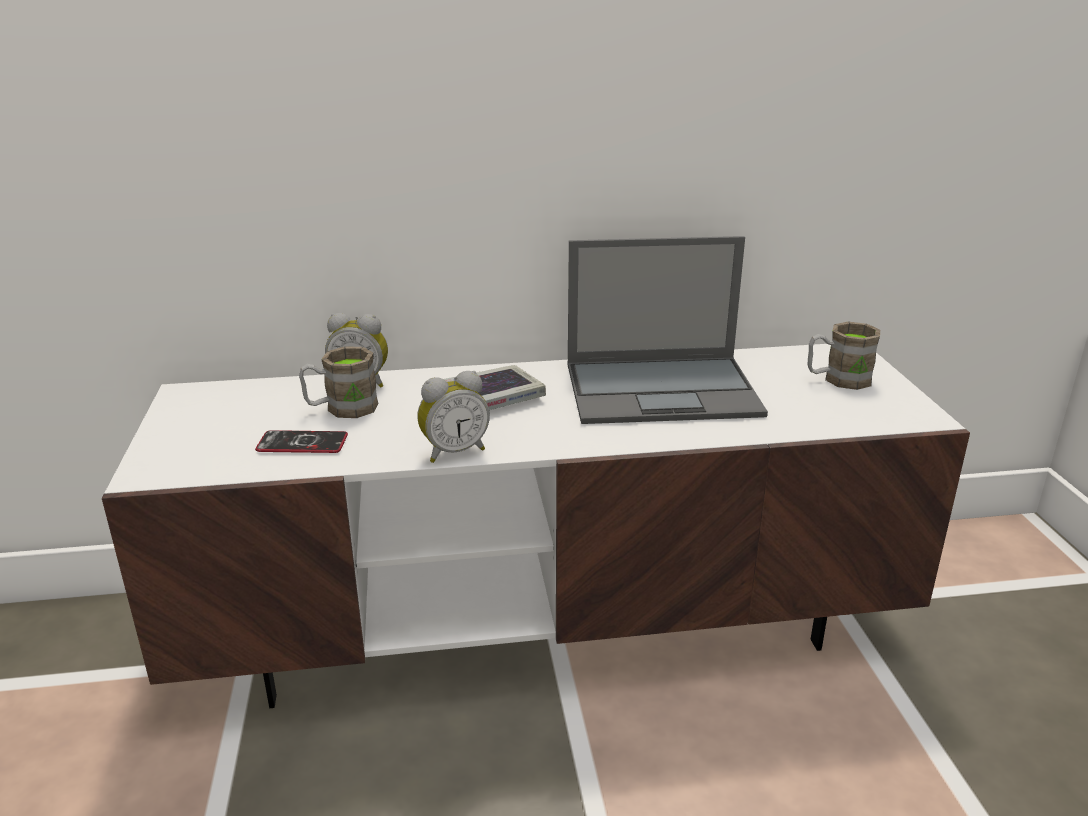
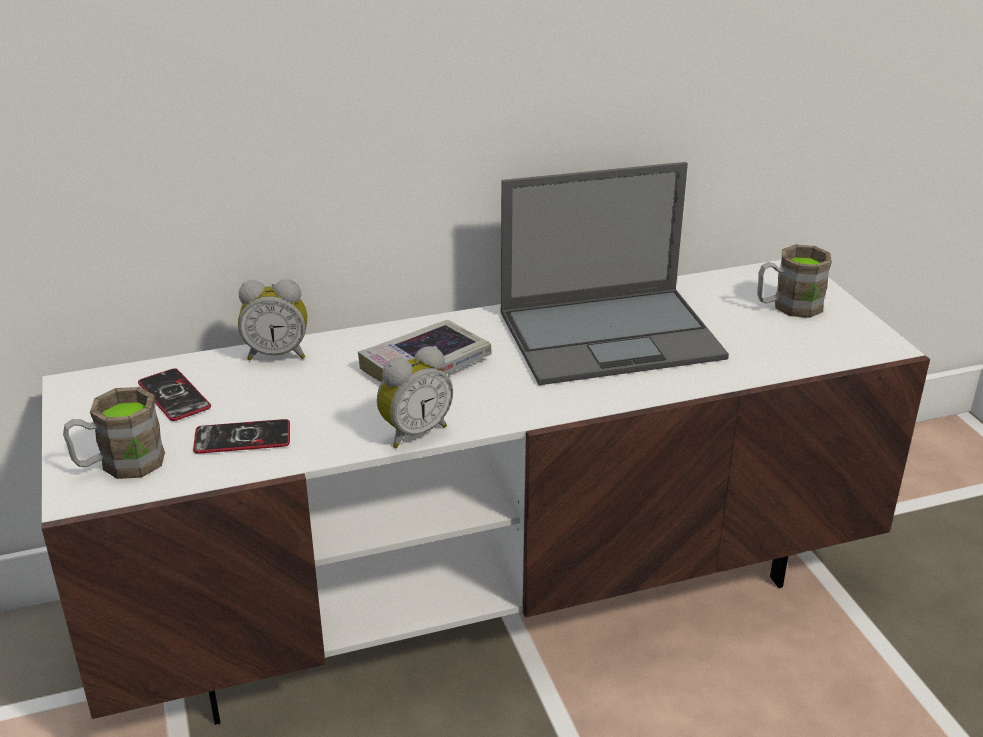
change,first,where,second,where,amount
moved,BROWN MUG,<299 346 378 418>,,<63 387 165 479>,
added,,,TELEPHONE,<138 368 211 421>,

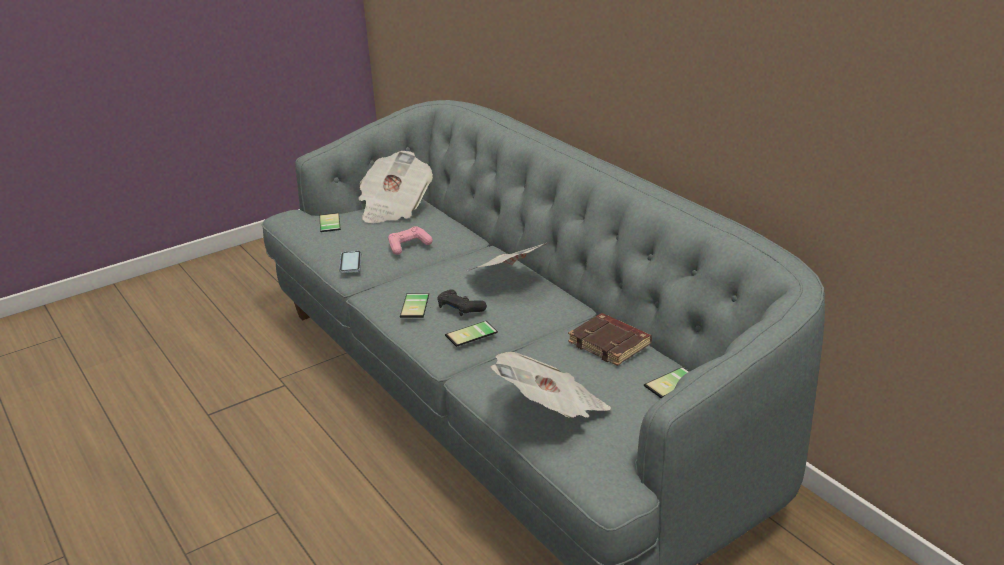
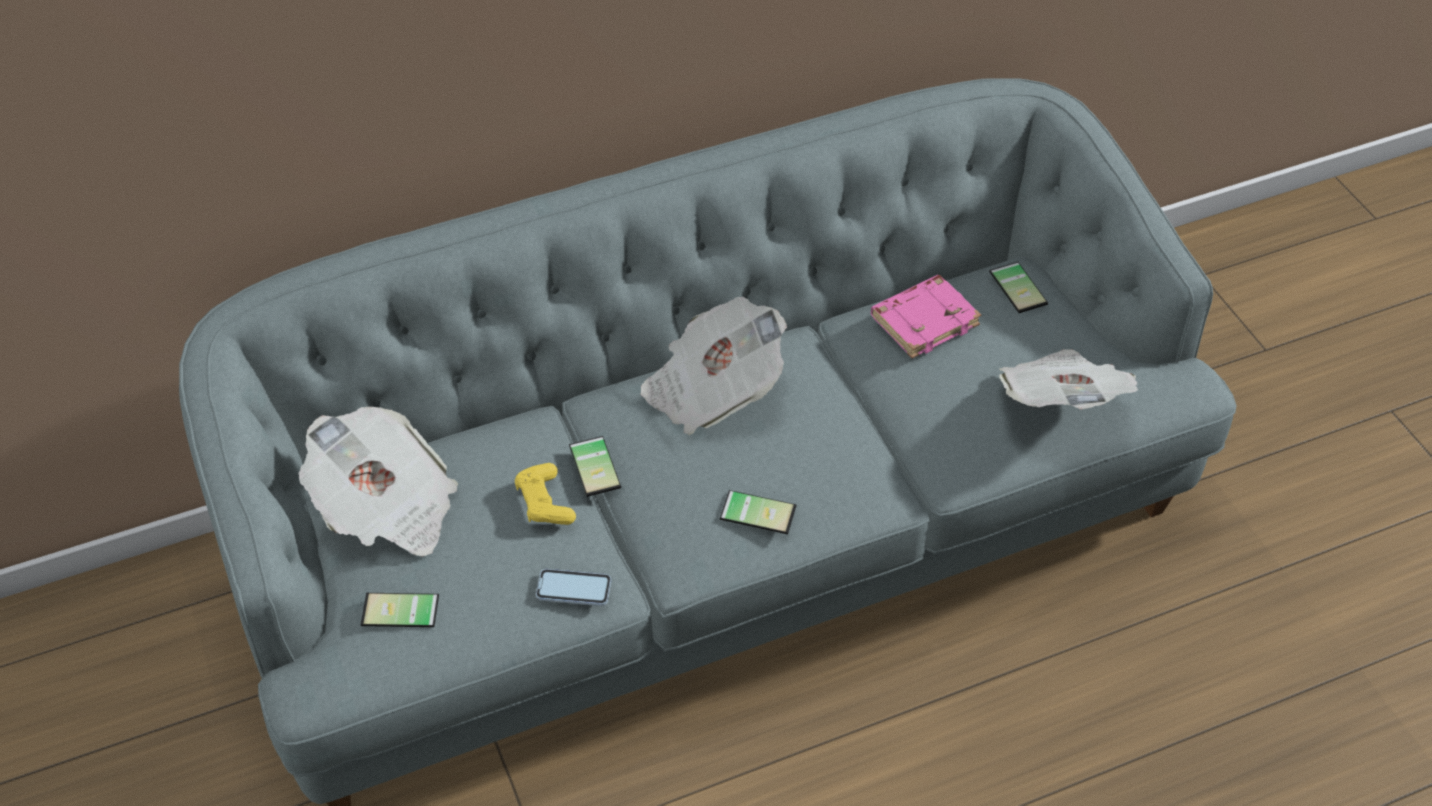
change,first,where,second,where,amount
recoloured,PINK-COLOURED GAMEPAD,<388 226 433 255>,YELLOW-COLOURED GAMEPAD,<515 463 576 525>,
removed,BLACK GAMEPAD,<437 289 487 316>,,,
recoloured,BROWN BOUND BOOK,<568 313 652 366>,PINK-COLOURED BOUND BOOK,<871 275 981 358>,
moved,TELEPHONE,<445 321 498 347>,,<569 436 621 497>,

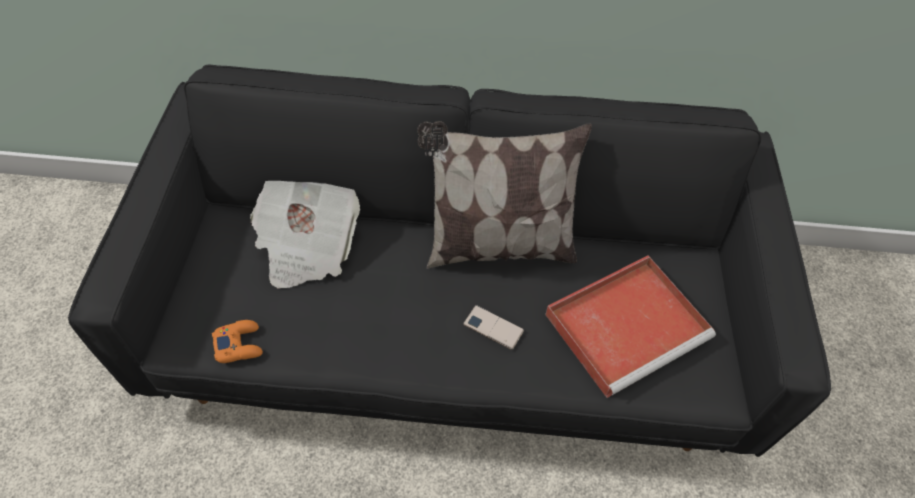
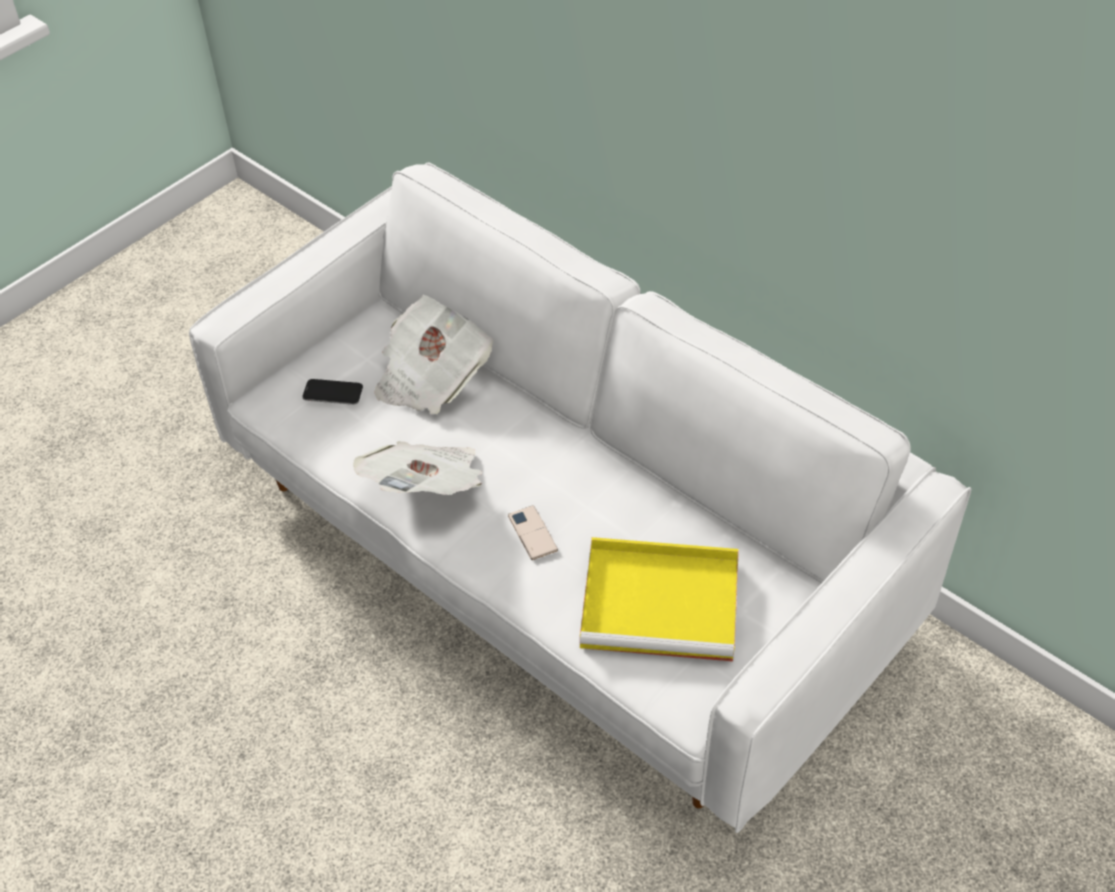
change,first,where,second,where,amount
recoloured,BLACK COUCH,<68 65 831 457>,WHITE COUCH,<189 162 971 833>,
removed,THROW PILLOW,<417 121 592 269>,,,
recoloured,REDDISH SERVING TRAY,<545 255 716 398>,YELLOW-COLOURED SERVING TRAY,<580 537 739 662>,
removed,ORANGE-COLOURED GAMEPAD,<212 320 263 363>,,,
added,,,TELEPHONE,<302 379 363 405>,
added,,,NEWSPAPER,<353 441 482 495>,

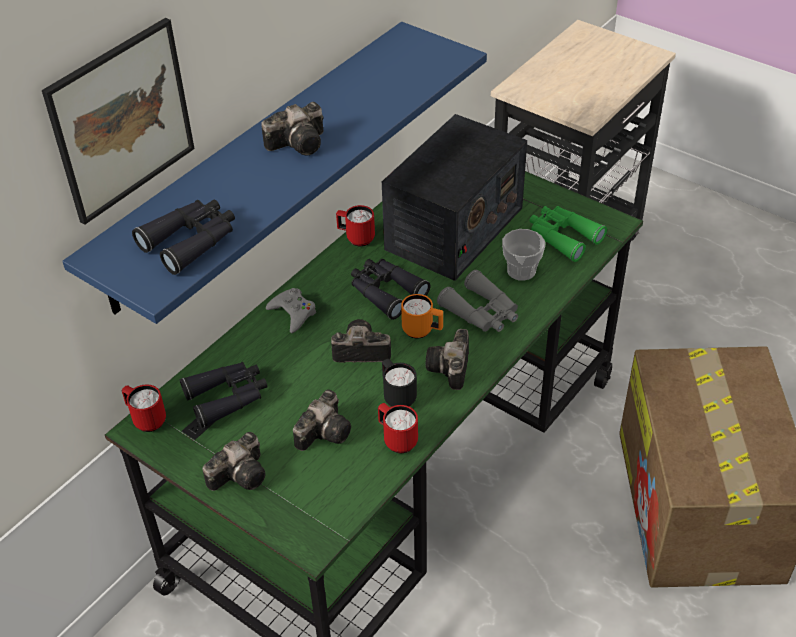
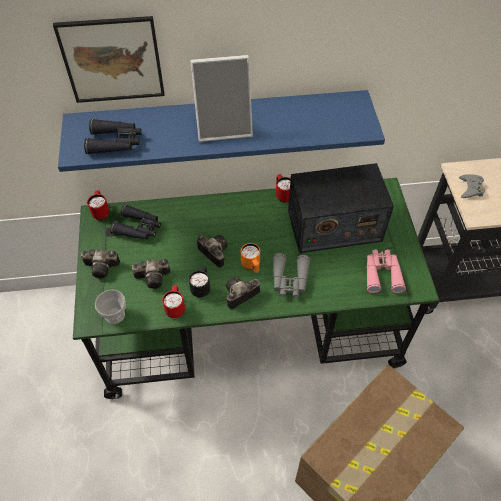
change,first,where,second,where,amount
replaced,STILL CAMERA,<261 102 323 155>,PHOTO FRAME,<190 55 253 142>,
recoloured,GREEN-COLOURED PAIR OF BINOCULARS,<529 206 607 262>,PINK-COLOURED PAIR OF BINOCULARS,<367 249 406 293>,
moved,DRINKING CUP,<502 229 545 281>,,<95 290 126 324>,
removed,BLACK PAIR OF BINOCULARS,<351 259 431 320>,,,
moved,GREYISH GAMEPAD,<266 288 316 333>,,<459 174 485 198>,

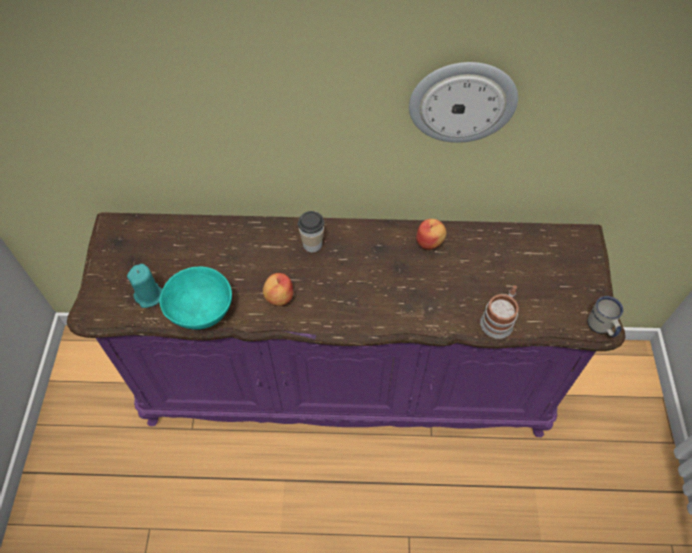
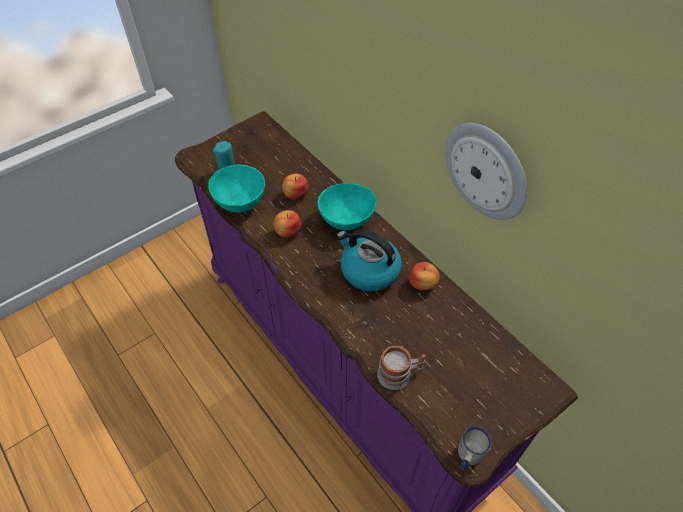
change,first,where,second,where,amount
replaced,DRINKING CUP,<298 211 324 252>,TURQUOISE-COLOURED SERVING BOWL,<318 183 376 230>,
added,,,WHOLE APPLE,<282 174 309 200>,
added,,,TEA KETTLE,<337 229 402 292>,

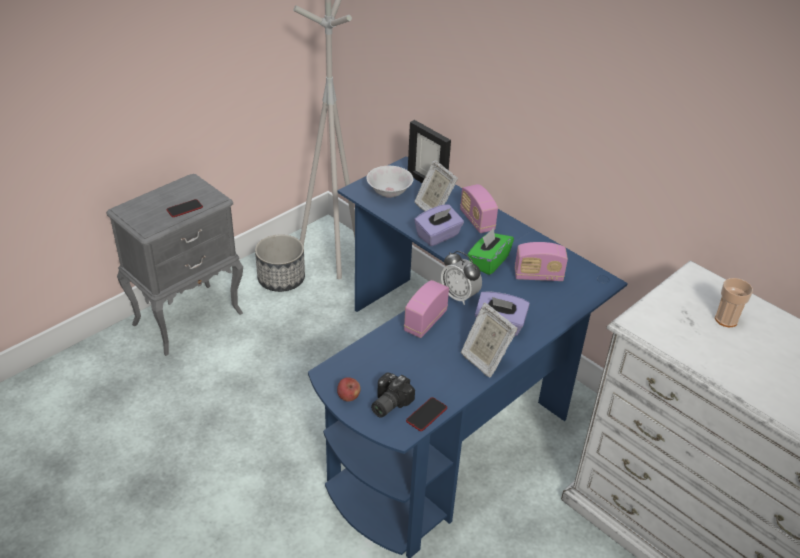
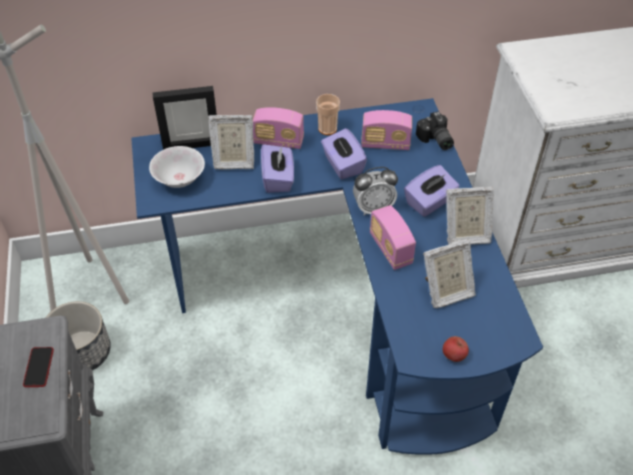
change,first,where,second,where,amount
recoloured,GREEN-COLOURED BOX OF TISSUES,<468 228 514 275>,PURPLISH BOX OF TISSUES,<321 128 367 180>,
turned,RADIO SET,<515 242 568 281>,,<361 110 412 150>,60 degrees clockwise
moved,DRINKING CUP,<715 278 753 327>,,<316 94 340 135>,
moved,STILL CAMERA,<371 373 415 418>,,<416 112 454 150>,
removed,TELEPHONE,<406 397 447 431>,,,
added,,,PHOTO FRAME,<423 239 476 308>,

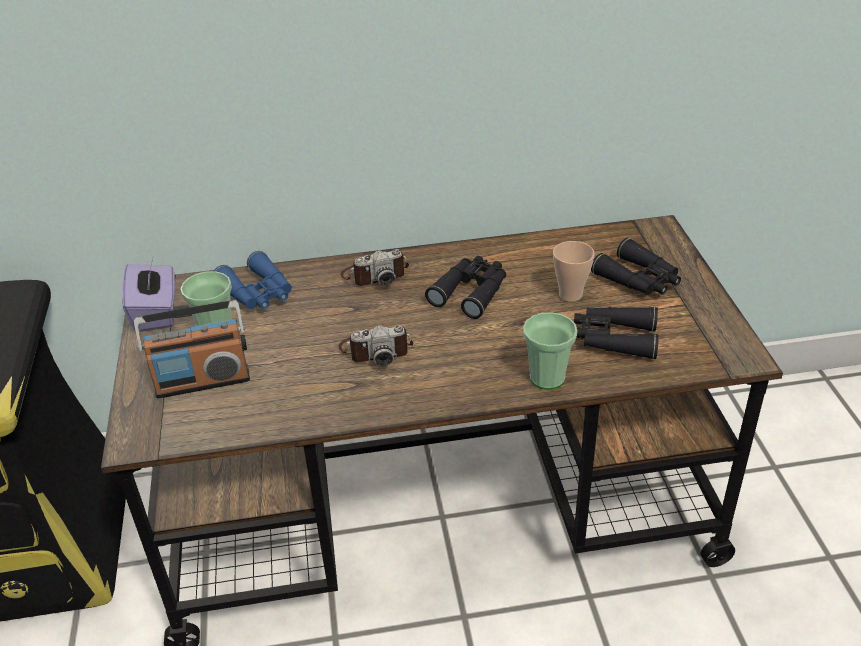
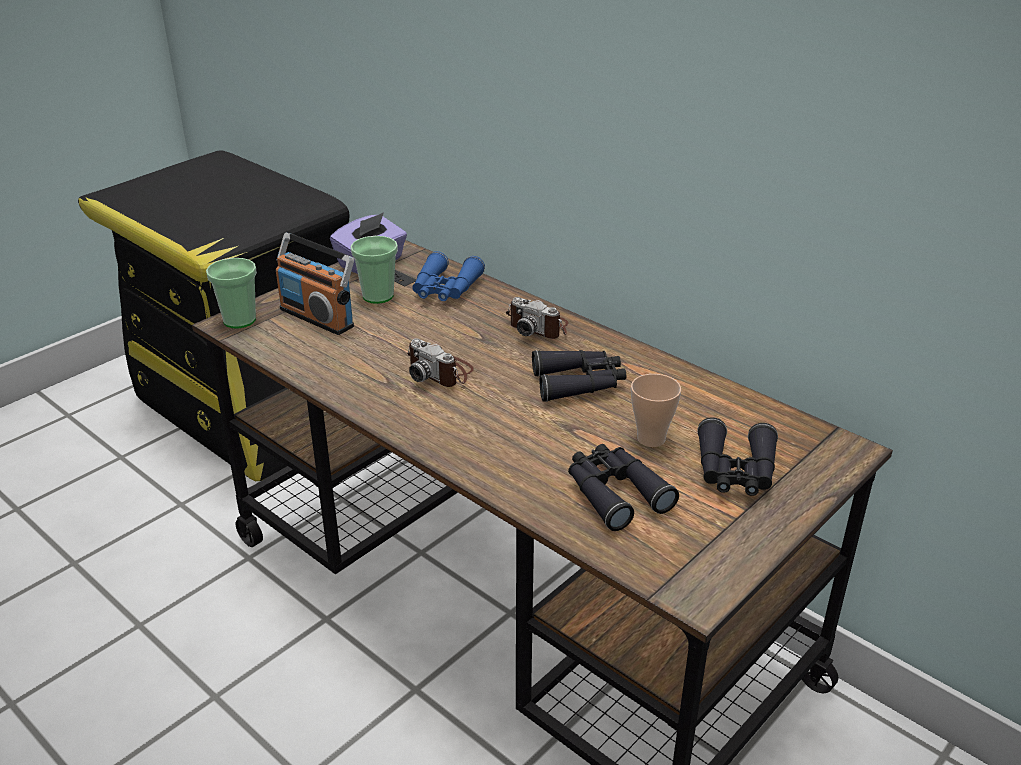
change,first,where,second,where,amount
moved,DRINKING CUP,<523 312 577 390>,,<206 258 257 328>,

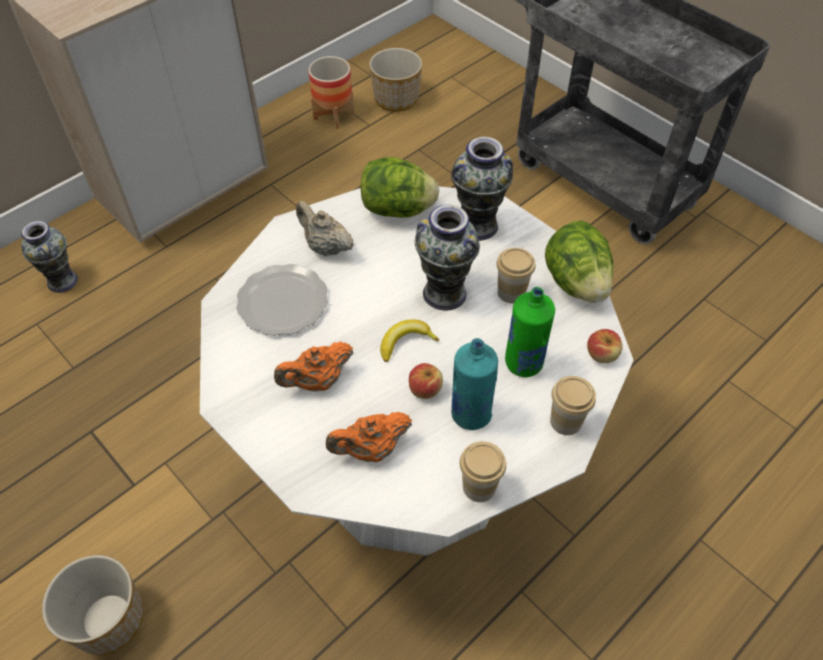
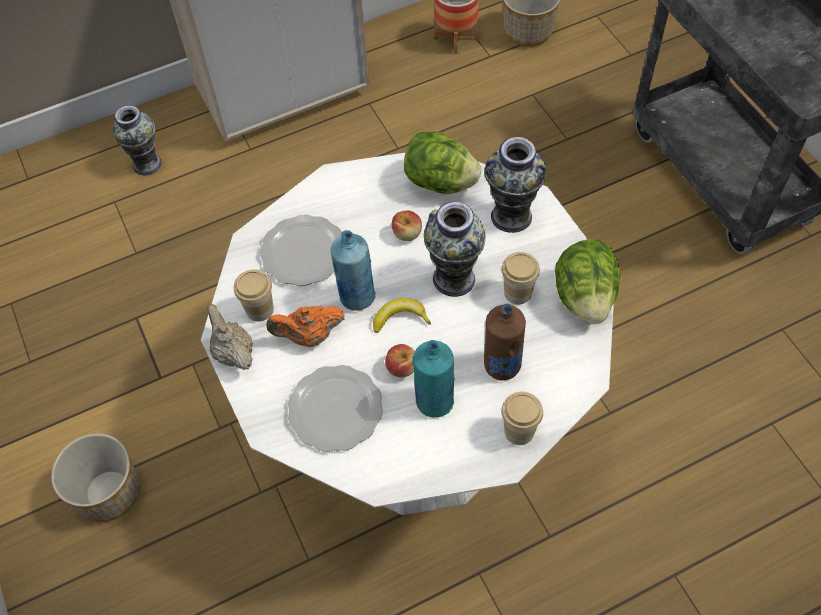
change,first,where,second,where,amount
moved,BEIGE-COLOURED TEAPOT,<296 201 354 256>,,<207 304 253 370>,
recoloured,GREEN-COLOURED BEVERAGE BOTTLE,<505 287 555 377>,BROWN BEVERAGE BOTTLE,<484 304 526 380>,
moved,WHOLE APPLE,<587 329 623 363>,,<392 211 422 241>,
replaced,ORANGE-COLOURED TEAPOT,<326 412 412 462>,FLAT DISH,<288 365 383 452>,
moved,DRINKING CUP,<460 441 506 502>,,<234 269 274 322>,
added,,,BLUISH BEVERAGE BOTTLE,<331 230 376 311>,

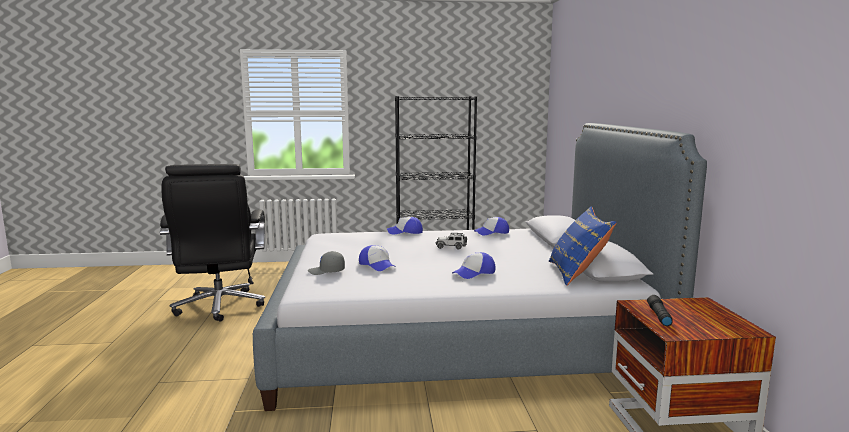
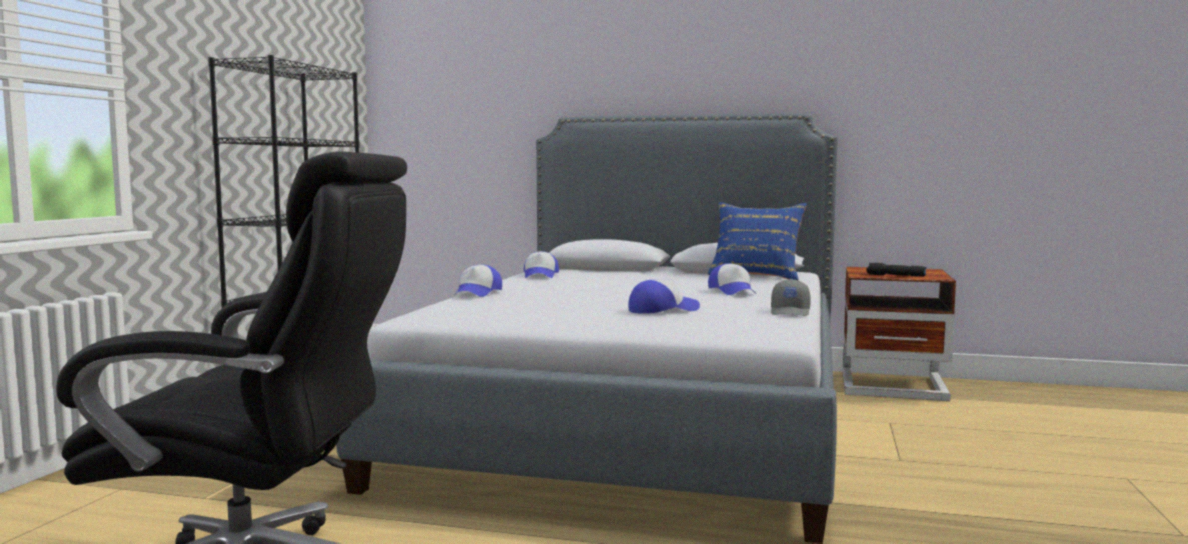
change,first,where,second,where,amount
removed,MODEL CAR,<436 233 467 250>,,,
moved,GREYISH CAP,<308 251 345 275>,,<771 279 811 316>,

